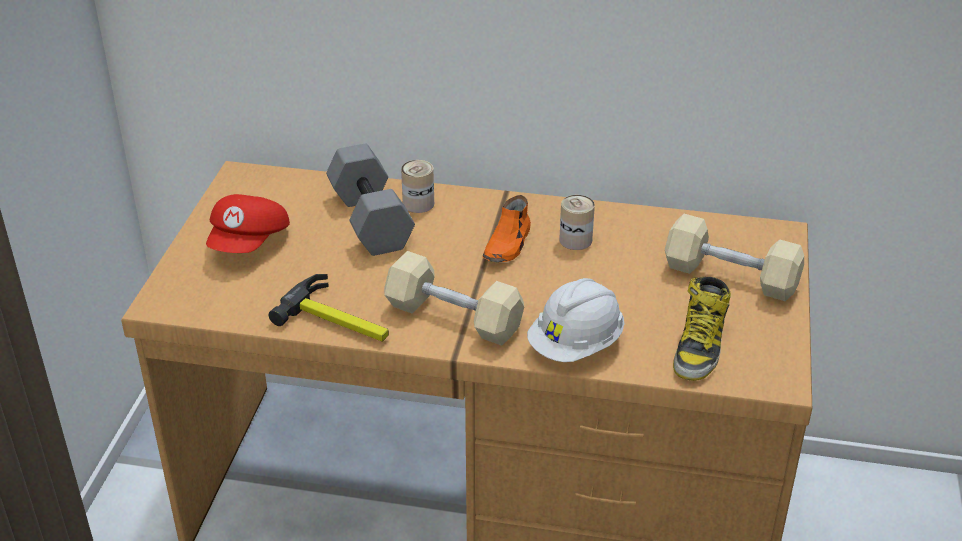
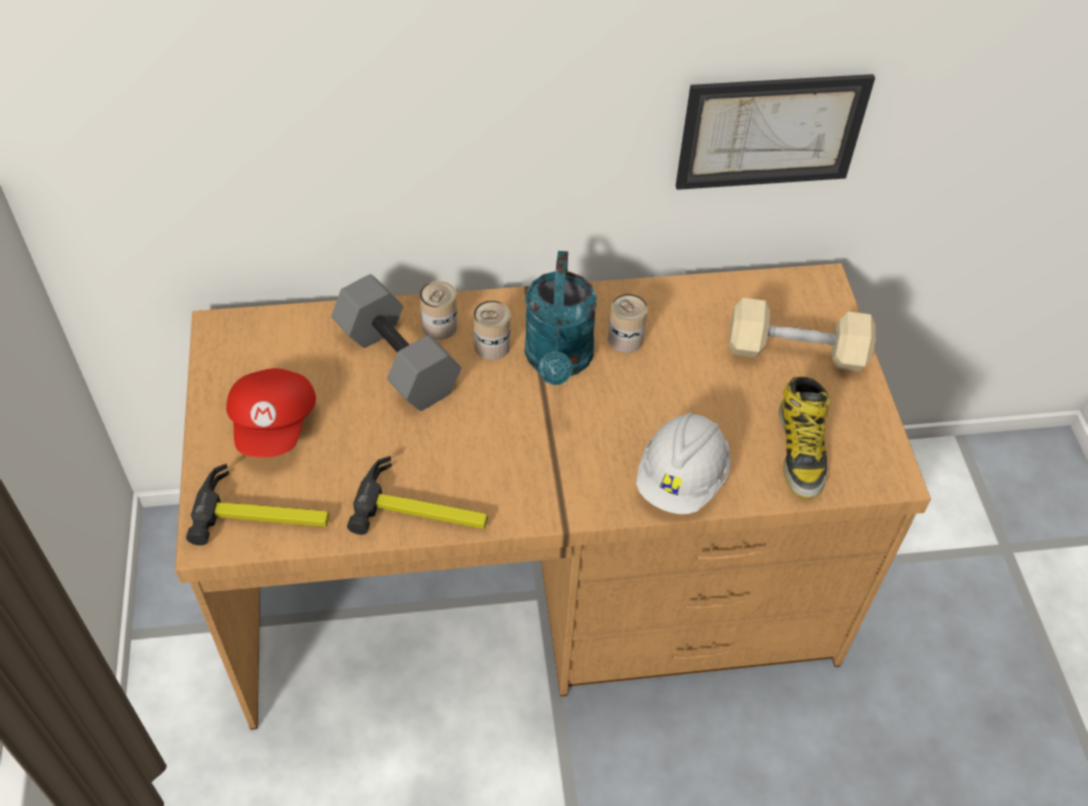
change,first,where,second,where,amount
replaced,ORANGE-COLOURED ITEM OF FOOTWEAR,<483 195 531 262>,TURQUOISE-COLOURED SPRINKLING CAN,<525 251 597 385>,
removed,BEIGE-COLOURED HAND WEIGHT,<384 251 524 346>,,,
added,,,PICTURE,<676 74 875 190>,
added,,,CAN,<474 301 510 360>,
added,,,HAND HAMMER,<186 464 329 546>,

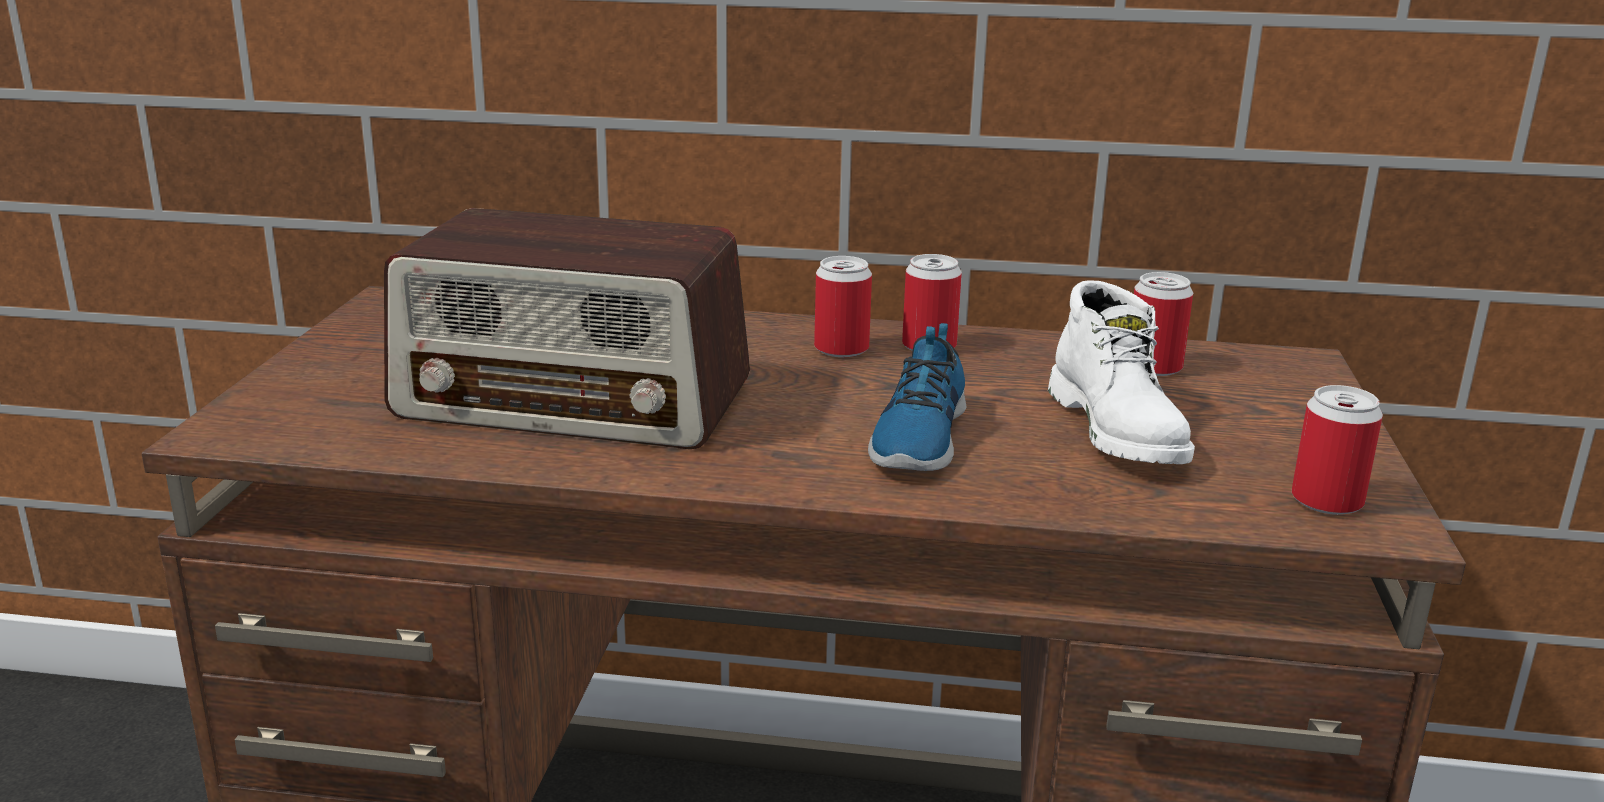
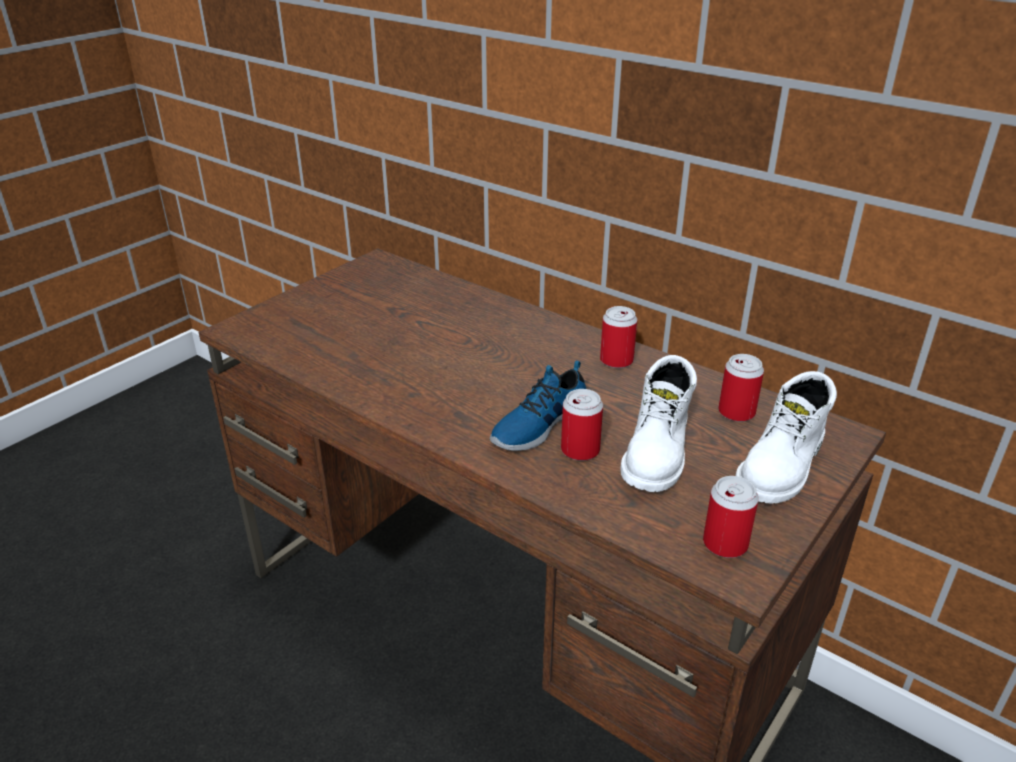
change,first,where,second,where,amount
removed,RADIO SET,<384 208 750 449>,,,
moved,CAN,<814 256 872 357>,,<561 389 603 461>,
added,,,WHITE BOOT,<735 371 837 504>,

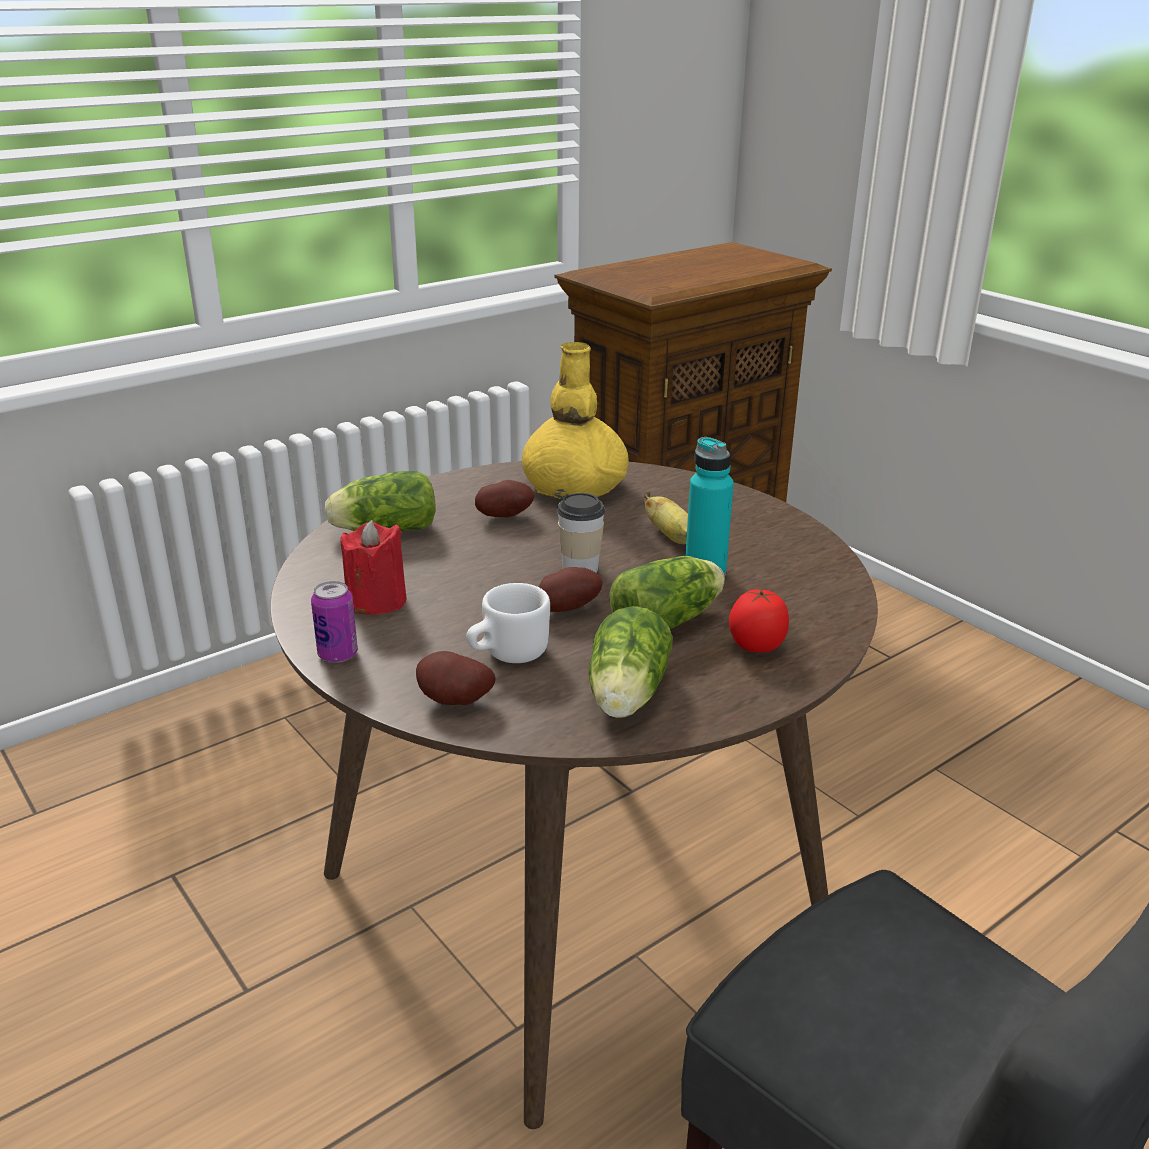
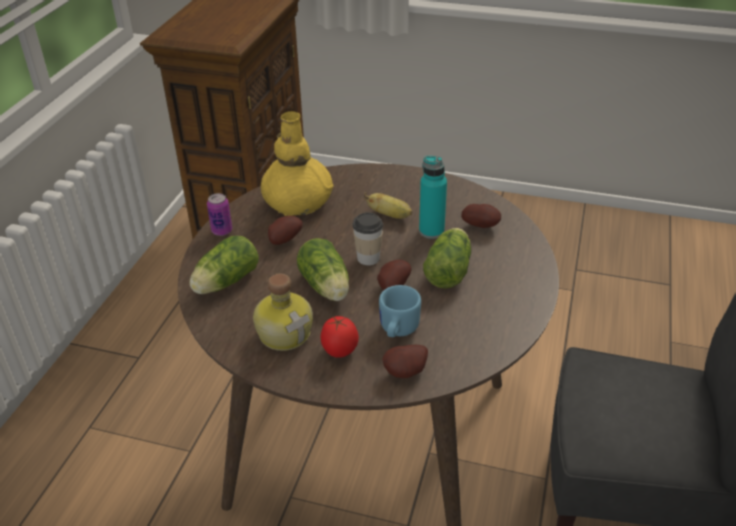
change,first,where,second,where,amount
replaced,REDDISH CANDLE,<340 520 407 615>,BEVERAGE BOTTLE,<253 274 313 351>,
moved,CAN,<311 581 358 663>,,<207 193 232 236>,
recoloured,WHITE MUG,<466 583 550 663>,BLUISH MUG,<379 285 421 337>,
moved,WHOLE TOMATO,<729 587 789 653>,,<321 316 359 358>,
moved,LETTUCE,<589 606 673 718>,,<297 238 349 301>,
added,,,WHOLE POTATO,<461 204 501 228>,

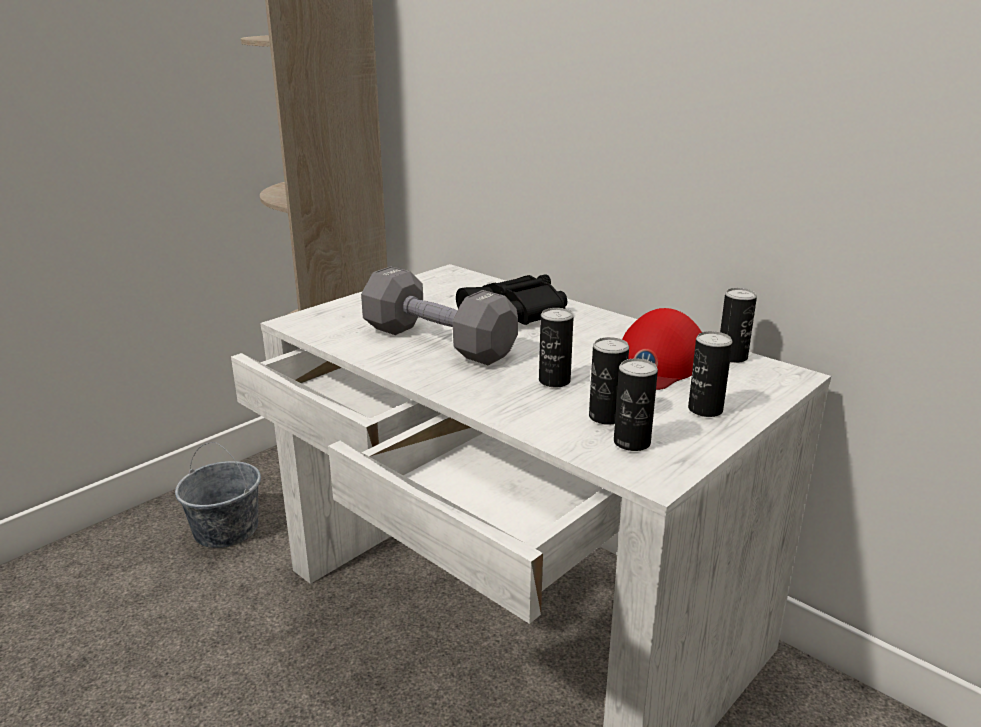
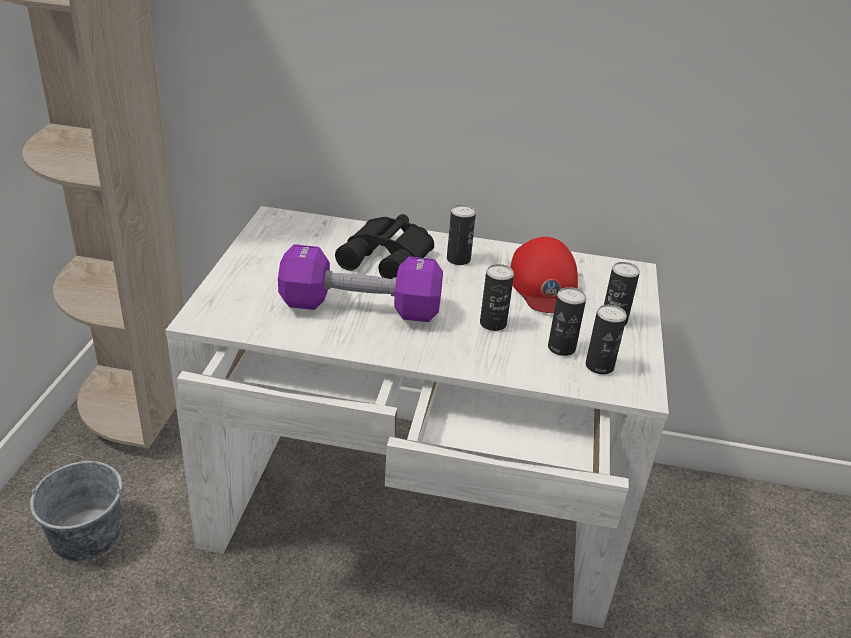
change,first,where,second,where,amount
recoloured,GREYISH HAND WEIGHT,<361 266 518 365>,PURPLISH HAND WEIGHT,<278 244 443 322>,
moved,CAN,<720 288 757 363>,,<447 205 476 265>,

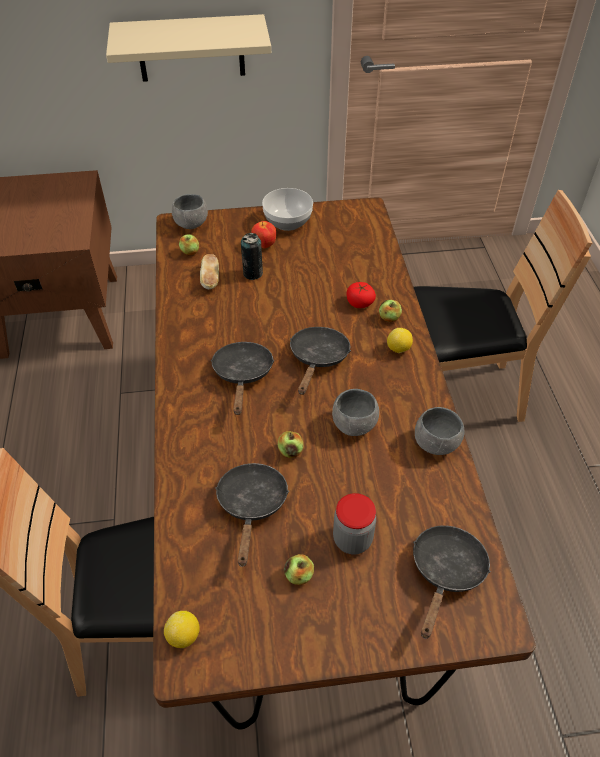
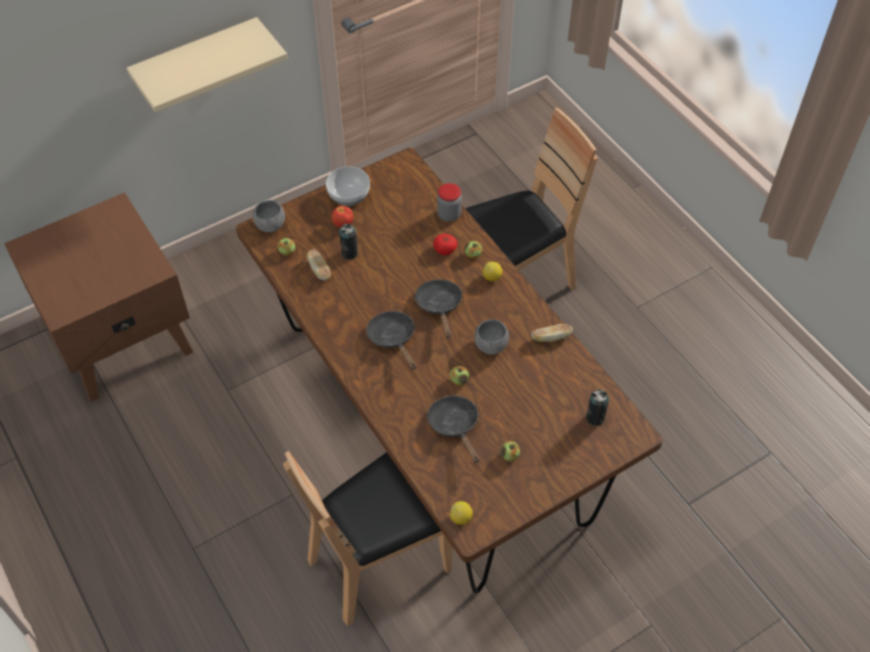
change,first,where,second,where,amount
replaced,GREYISH SERVING BOWL,<415 407 465 455>,BREAD,<531 324 573 342>,
moved,PRESERVE JAR,<333 493 376 555>,,<437 183 462 222>,
replaced,BLACK FRYING PAN,<413 525 491 639>,CAN,<586 389 609 426>,

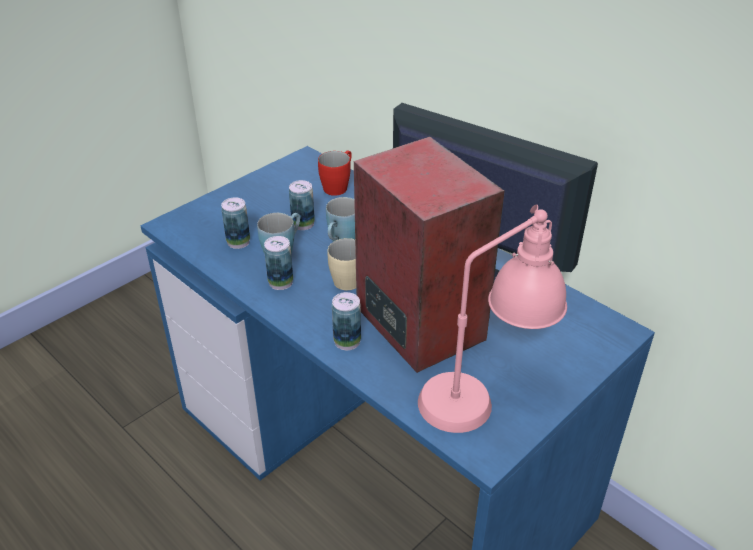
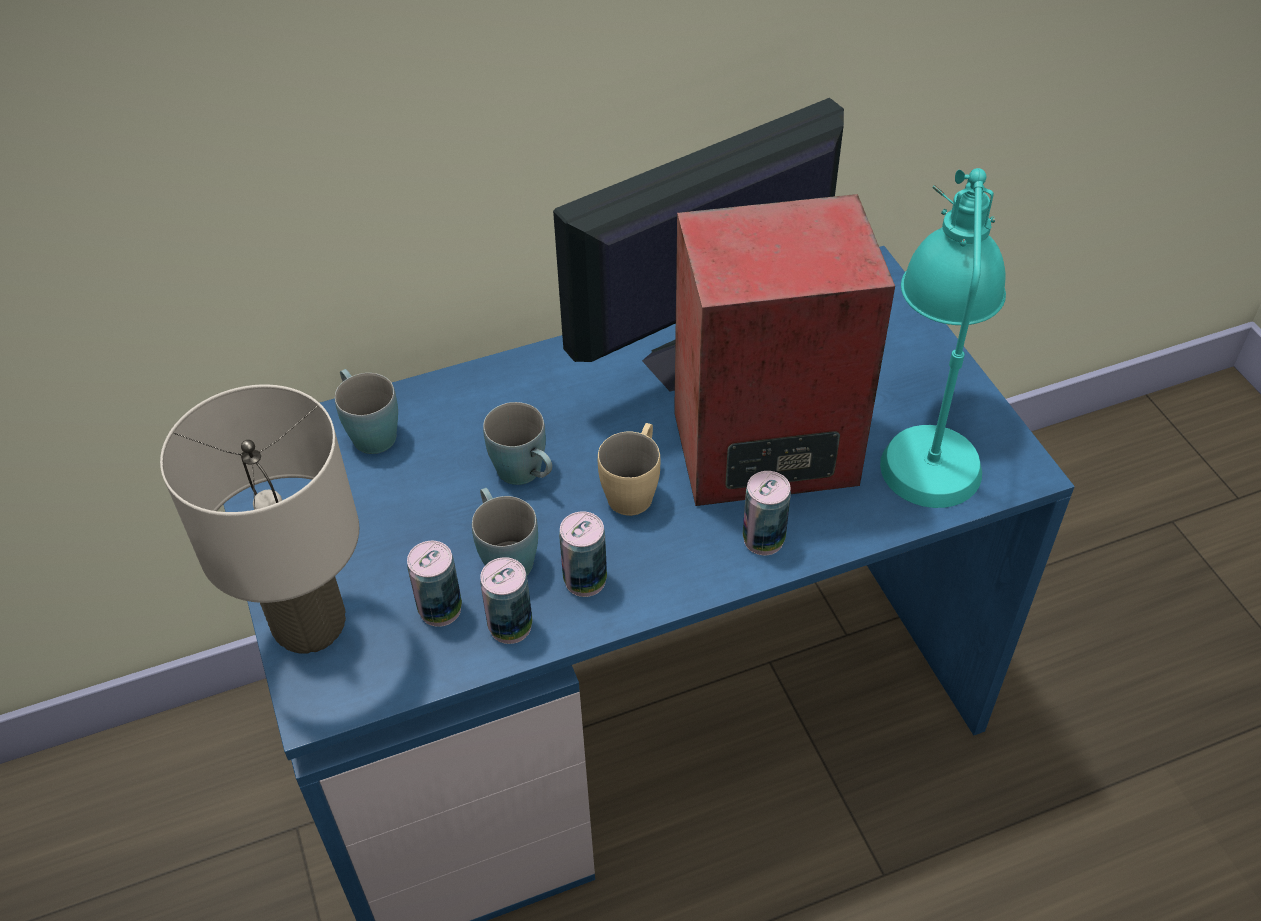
change,first,where,second,where,amount
recoloured,REDDISH MUG,<318 151 352 196>,BLUISH MUG,<335 369 398 454>,
moved,CAN,<289 180 315 230>,,<480 557 532 644>,
recoloured,PINK-COLOURED LAMP FOR A TABLE,<418 204 567 433>,TURQUOISE-COLOURED LAMP FOR A TABLE,<880 168 1006 508>,
added,,,WHITE LAMP FOR A TABLE,<160 385 359 654>,

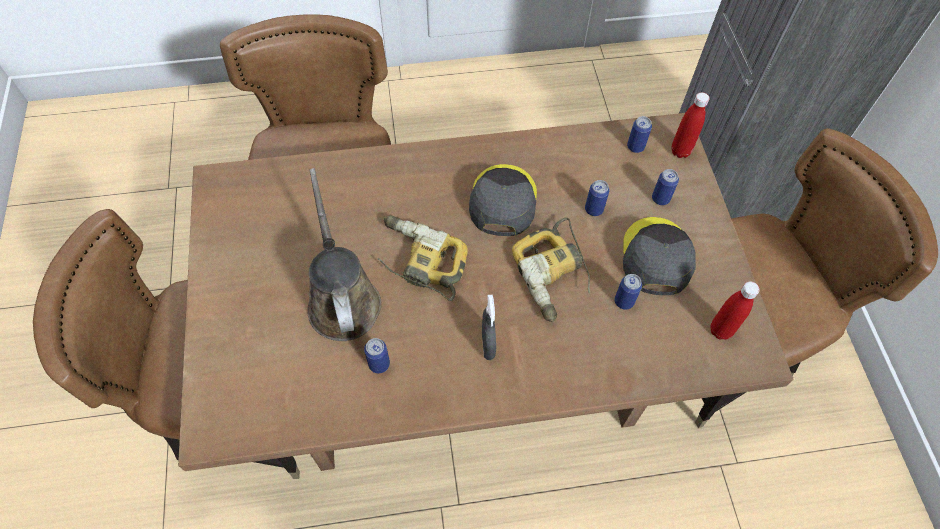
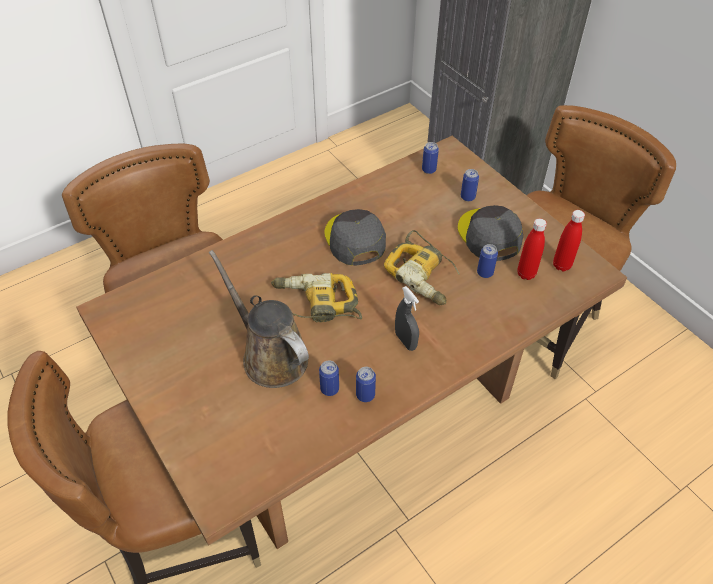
change,first,where,second,where,amount
moved,REDDISH BEVERAGE BOTTLE,<671 92 710 158>,,<517 218 547 280>,
moved,CAN,<585 180 609 216>,,<356 367 376 402>,

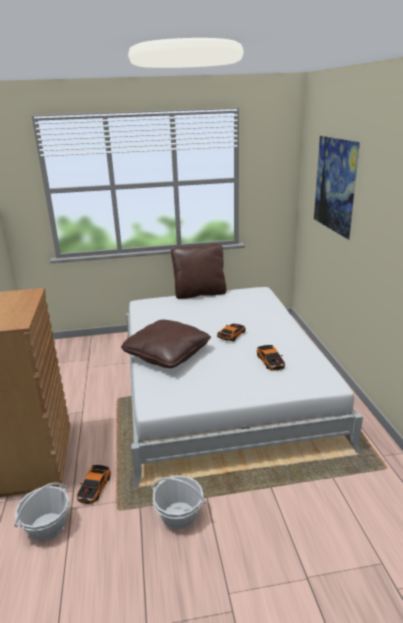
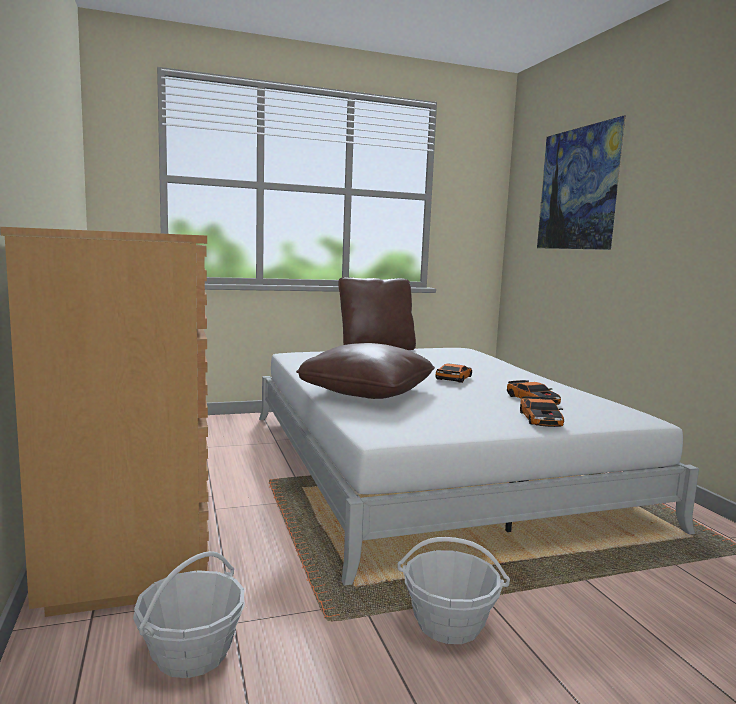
change,first,where,second,where,amount
moved,MODEL CAR,<77 465 111 504>,,<520 396 564 427>,

